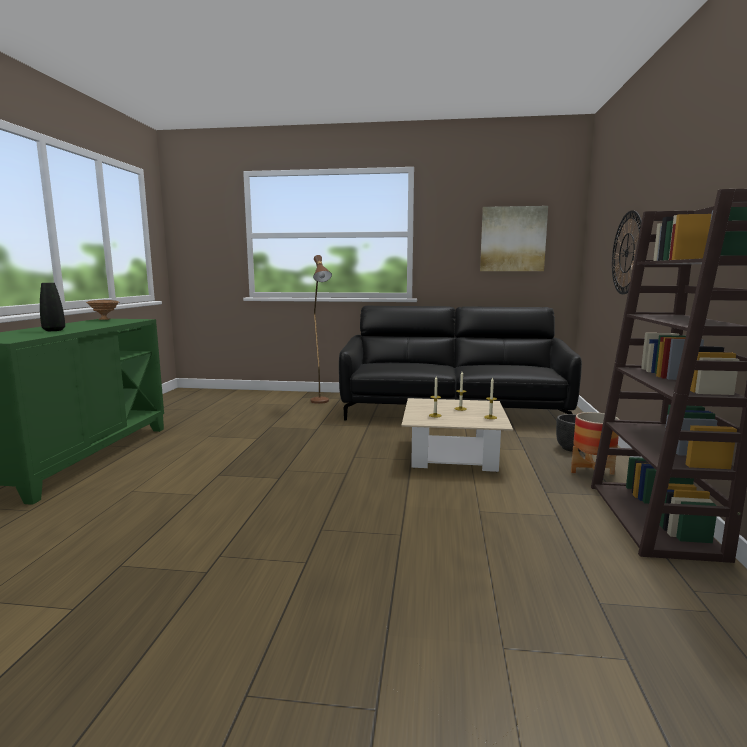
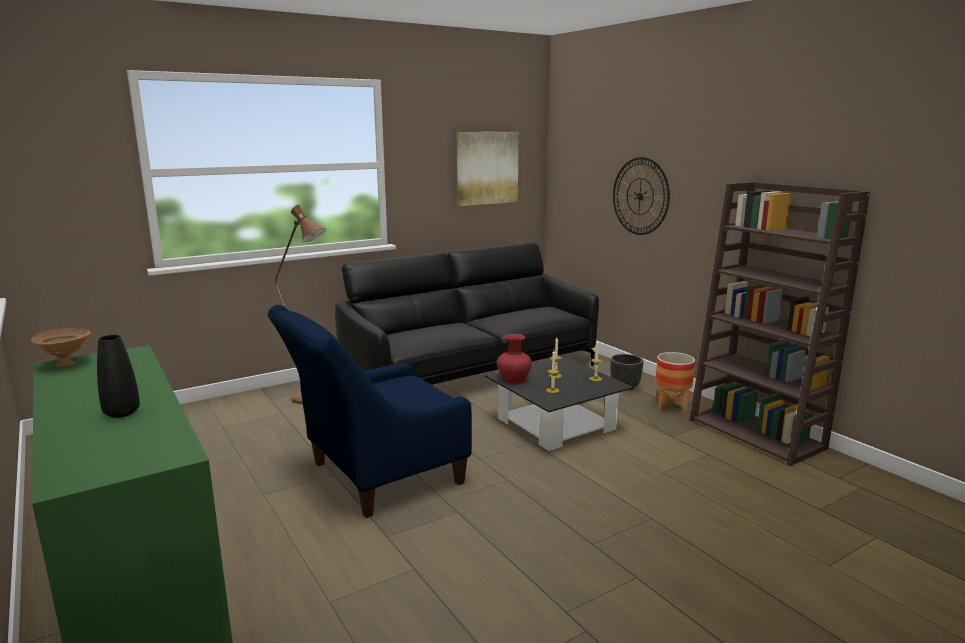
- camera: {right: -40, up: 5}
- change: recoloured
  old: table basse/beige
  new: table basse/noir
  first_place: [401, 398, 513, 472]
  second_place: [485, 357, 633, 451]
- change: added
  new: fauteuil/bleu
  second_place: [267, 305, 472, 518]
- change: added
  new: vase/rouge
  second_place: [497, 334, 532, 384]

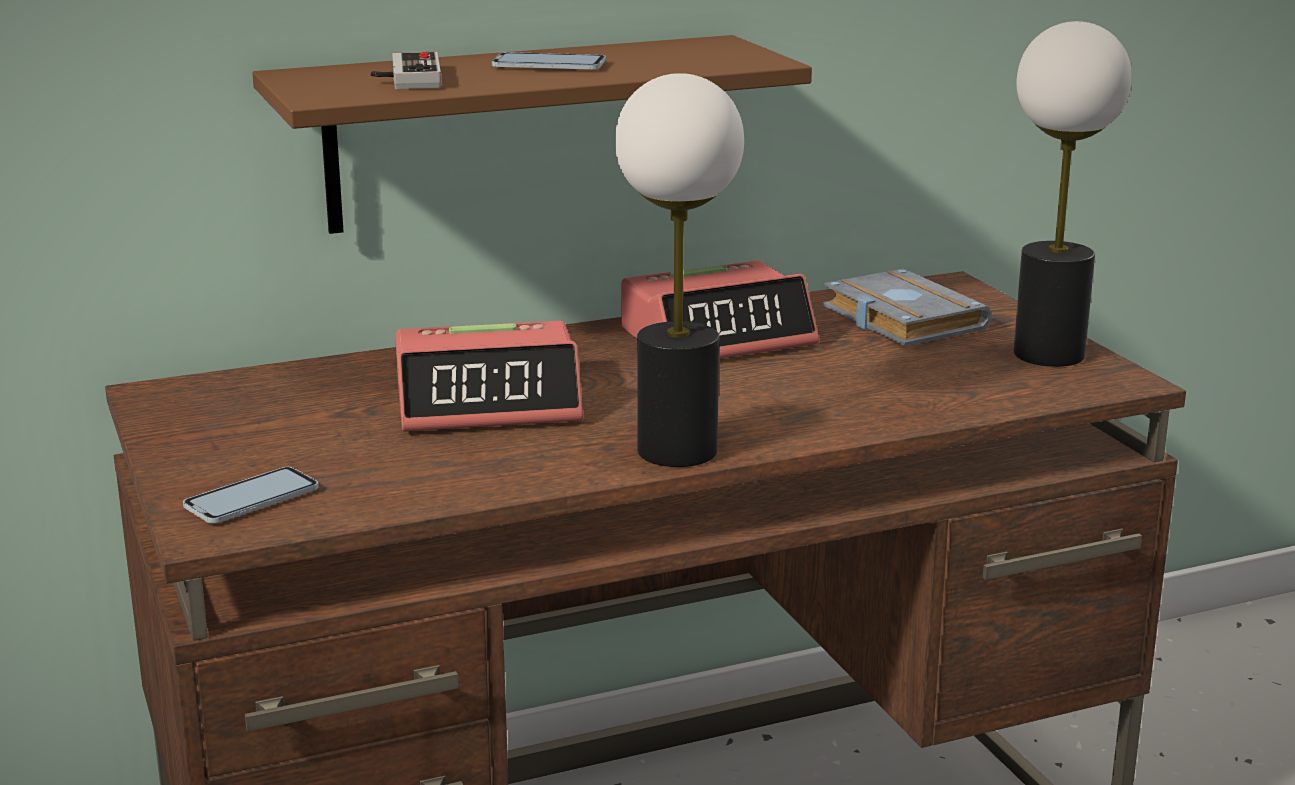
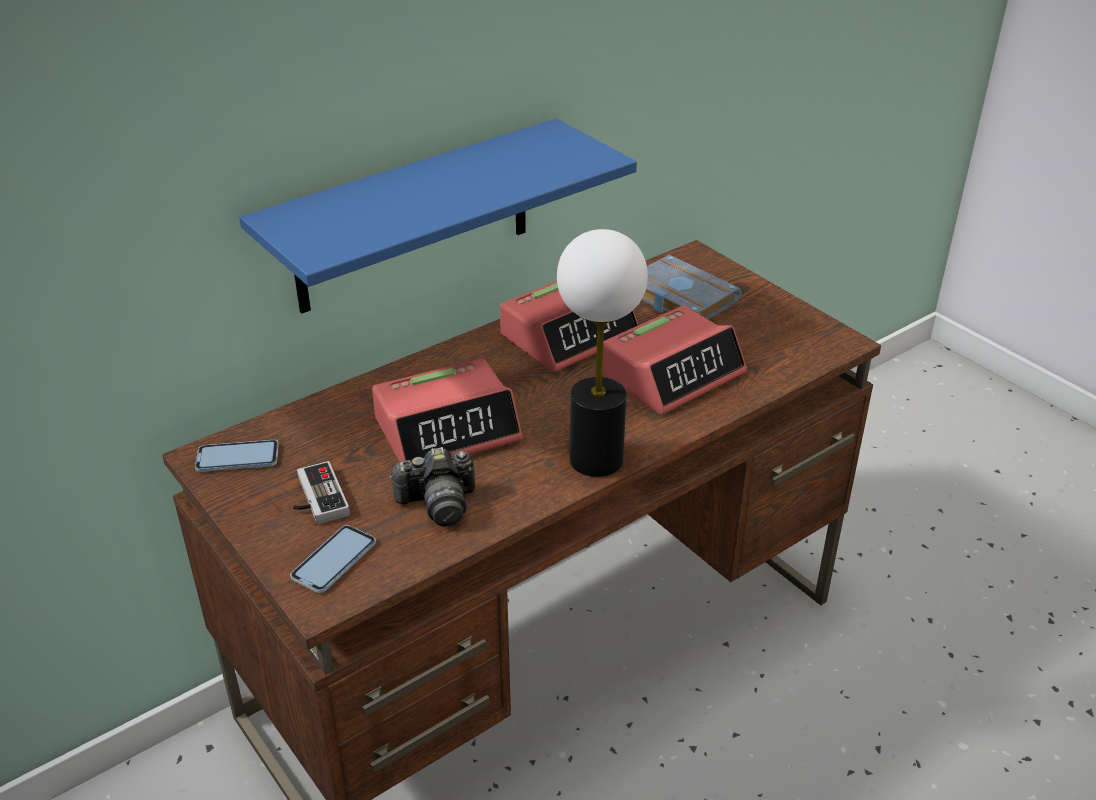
- camera: {right: -15, up: 15}
- change: recoloured
  old: étagère/marron
  new: étagère/bleu
  first_place: [252, 35, 812, 234]
  second_place: [239, 119, 637, 313]
- change: moved
  old: manette
  first_place: [371, 52, 441, 89]
  second_place: [293, 461, 350, 524]
- change: moved
  old: téléphone
  first_place: [492, 52, 606, 70]
  second_place: [195, 440, 279, 472]
- change: removed
  old: lampe de table
  first_place: [1013, 21, 1131, 367]
- change: added
  new: appareil photo
  second_place: [389, 447, 475, 527]
- change: added
  new: réveil
  second_place: [602, 305, 747, 415]

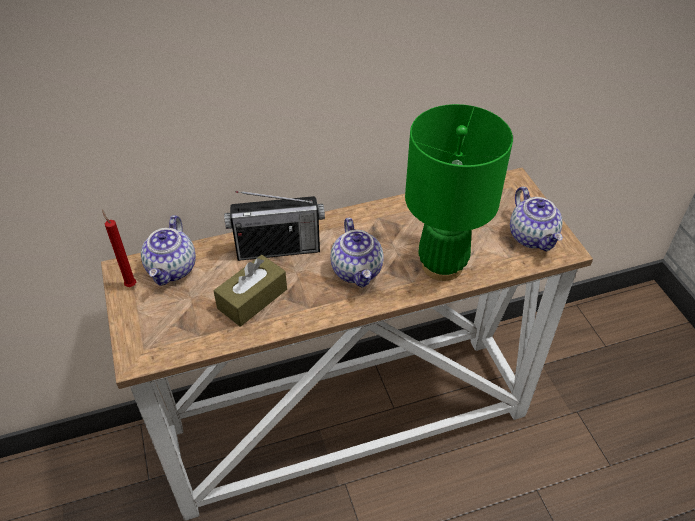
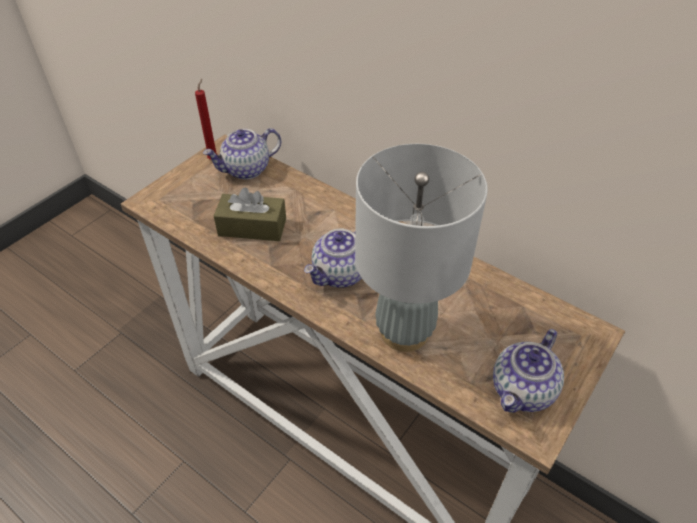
- camera: {right: 55, up: 0}
- change: removed
  old: radio
  first_place: [224, 191, 325, 261]
- change: recoloured
  old: lampe de table/vert
  new: lampe de table/gris
  first_place: [405, 104, 513, 281]
  second_place: [355, 144, 488, 352]

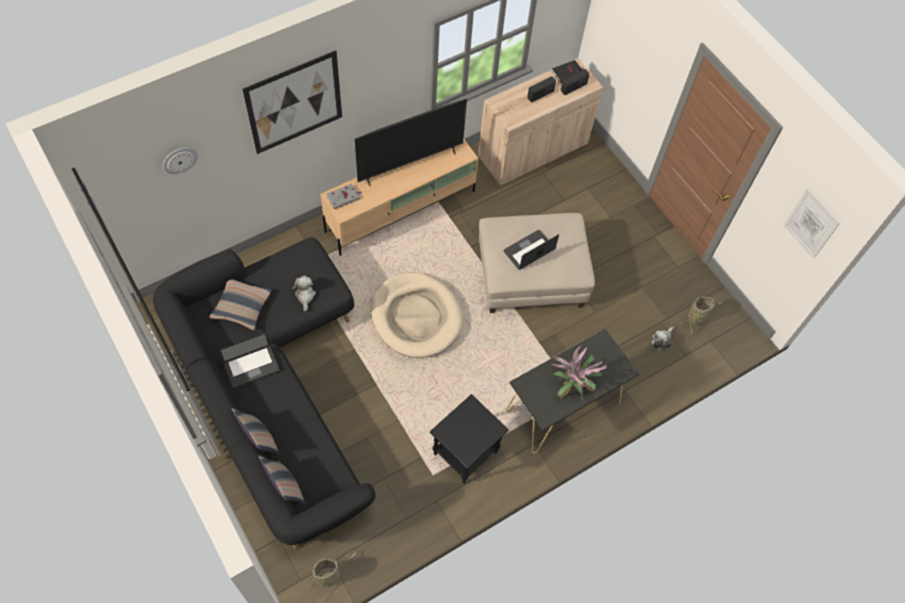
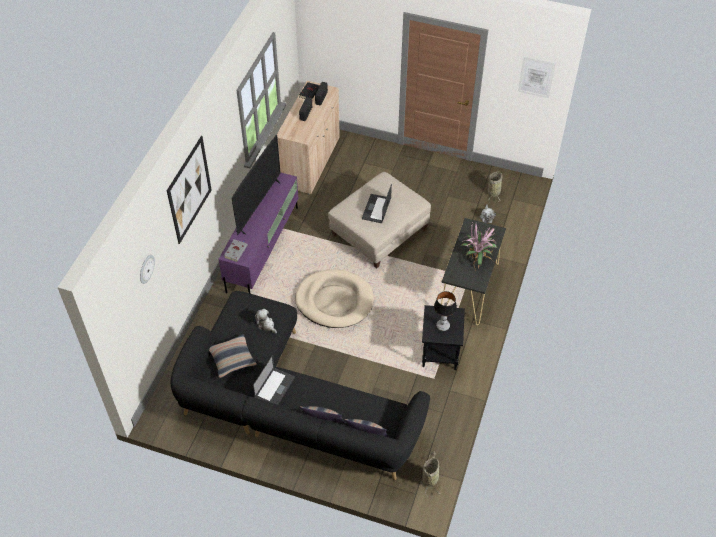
- camera: {right: -35, up: -10}
- change: recoloured
  old: meuble télé/beige
  new: meuble télé/violet
  first_place: [320, 139, 479, 256]
  second_place: [218, 173, 298, 293]
- change: added
  new: lampe de table
  second_place: [434, 291, 457, 331]

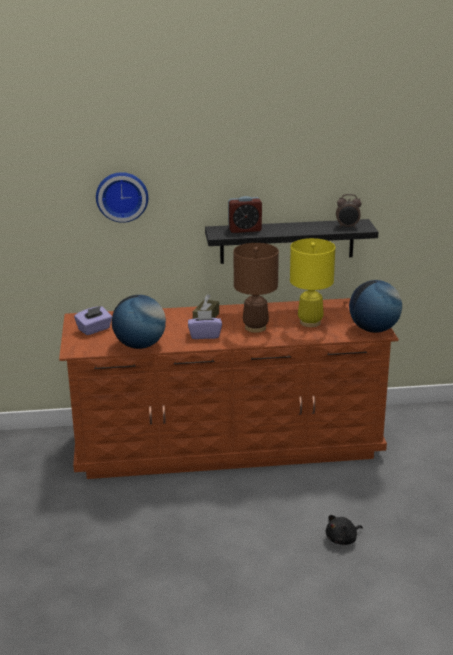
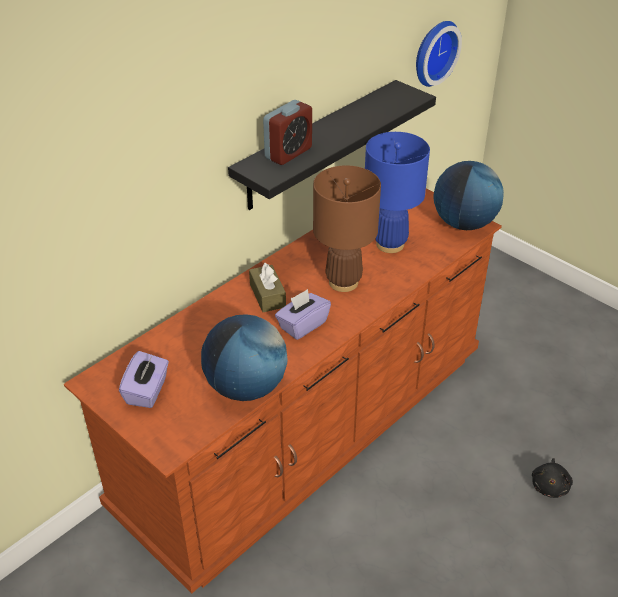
- camera: {right: -40, up: 15}
- change: moved
  old: horloge murale
  first_place: [96, 172, 148, 223]
  second_place: [416, 21, 462, 87]
- change: recoloured
  old: lampe de table/jaune
  new: lampe de table/bleu
  first_place: [290, 238, 335, 327]
  second_place: [365, 132, 430, 253]
- change: removed
  old: réveil
  first_place: [336, 194, 362, 228]

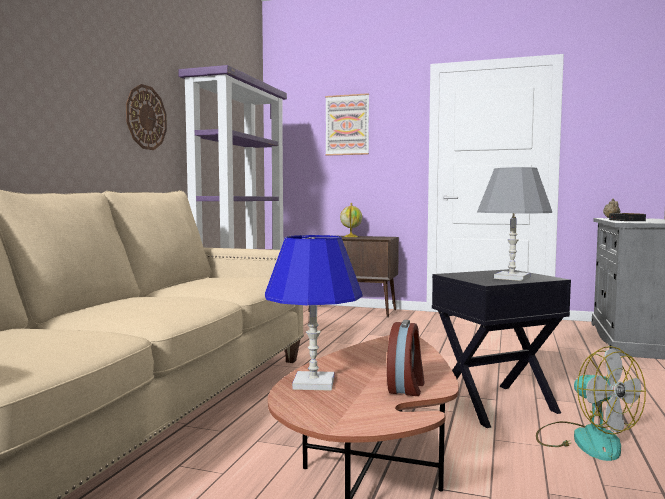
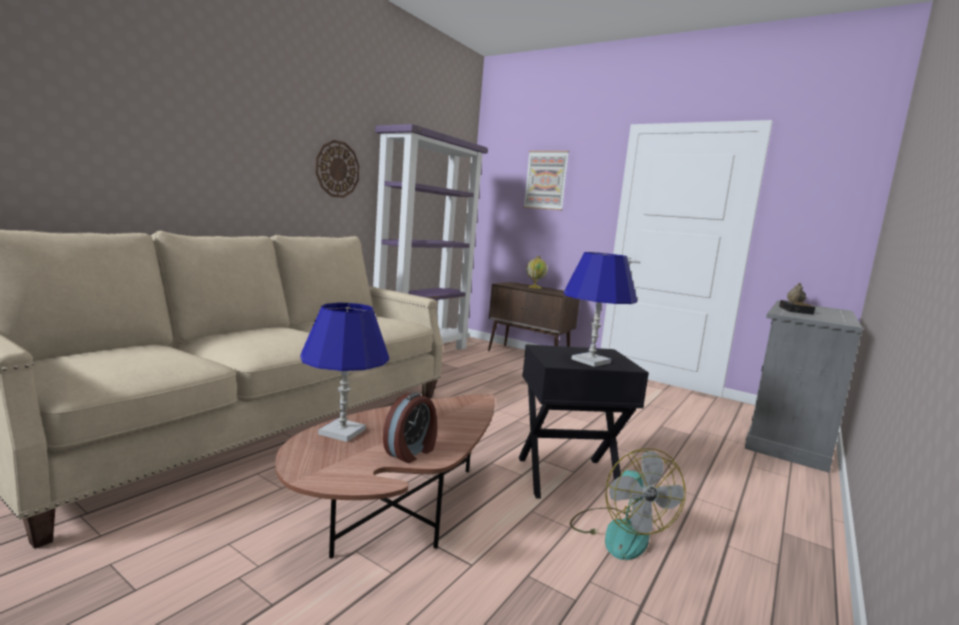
- camera: {right: 15, up: 5}
- change: recoloured
  old: lampe de table/gris
  new: lampe de table/bleu
  first_place: [477, 167, 552, 281]
  second_place: [564, 252, 637, 367]

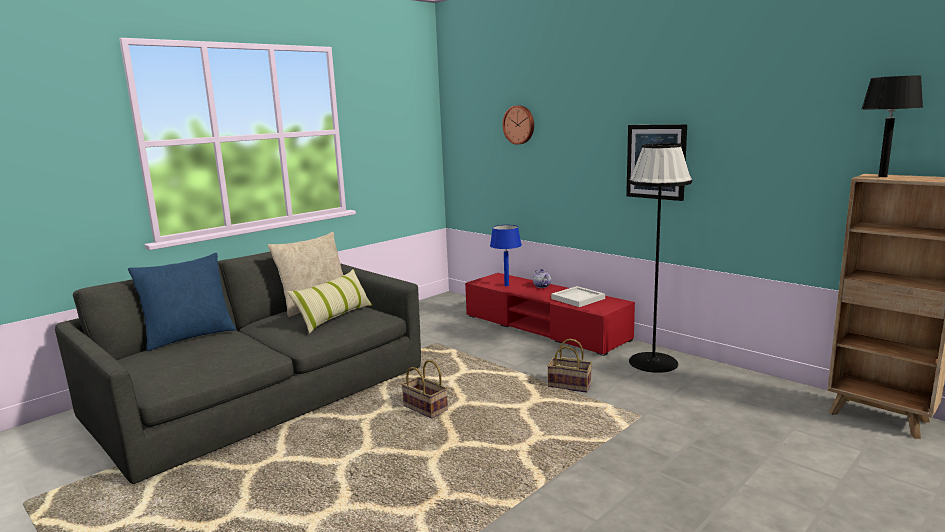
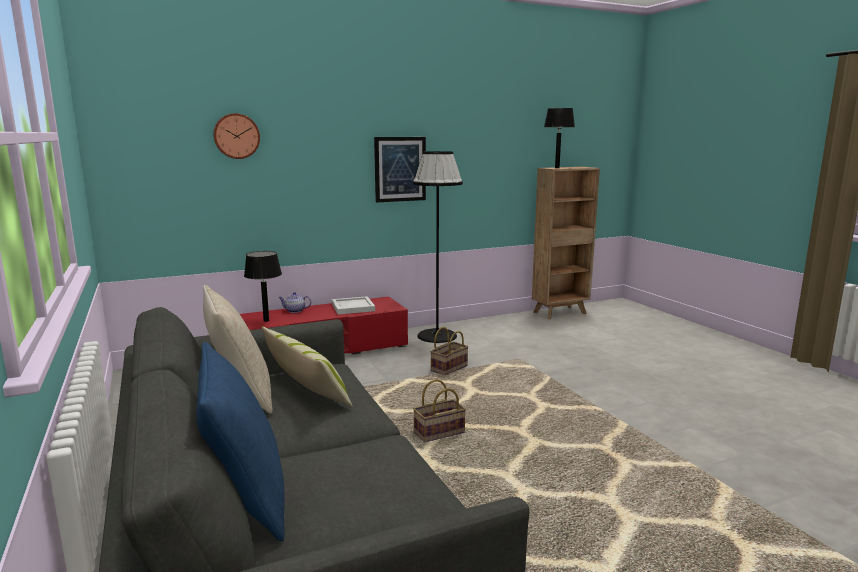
- camera: {right: -70, up: 0}
- change: recoloured
  old: lampe de table/bleu
  new: lampe de table/noir
  first_place: [490, 225, 522, 286]
  second_place: [244, 251, 282, 322]

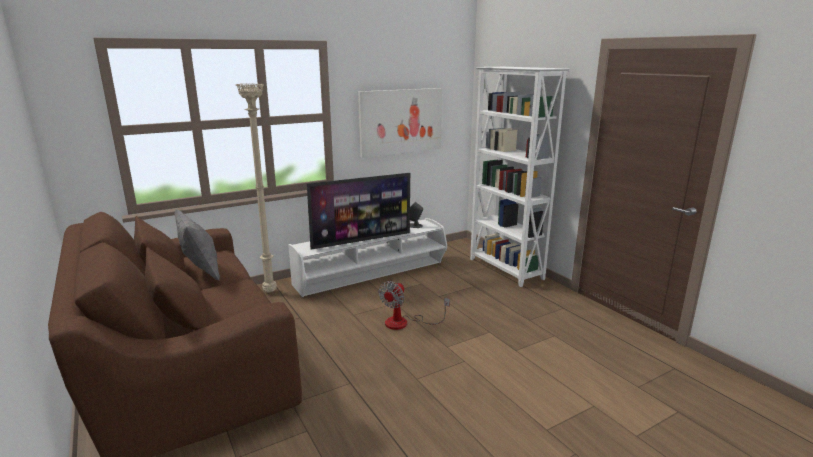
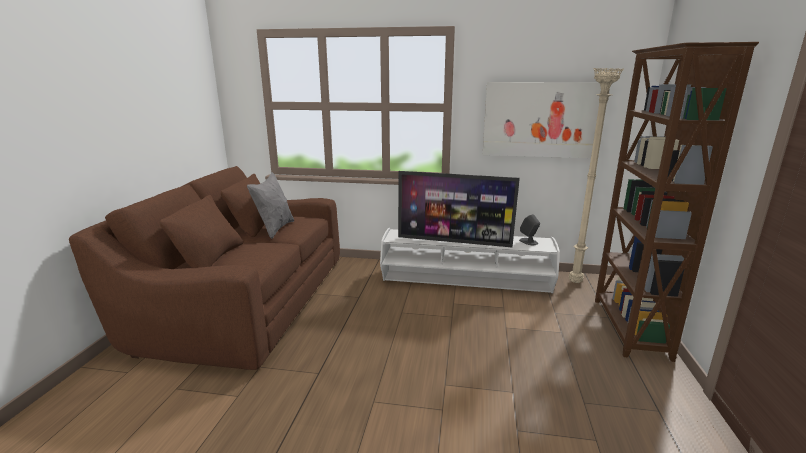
- camera: {right: 40, up: 0}
- change: moved
  old: lampadaire/beige
  first_place: [236, 83, 277, 292]
  second_place: [569, 68, 624, 283]
- change: removed
  old: ventilateur
  first_place: [379, 281, 450, 330]
- change: recoloured
  old: bibliothèque/blanc
  new: bibliothèque/marron
  first_place: [470, 67, 569, 287]
  second_place: [595, 42, 759, 362]

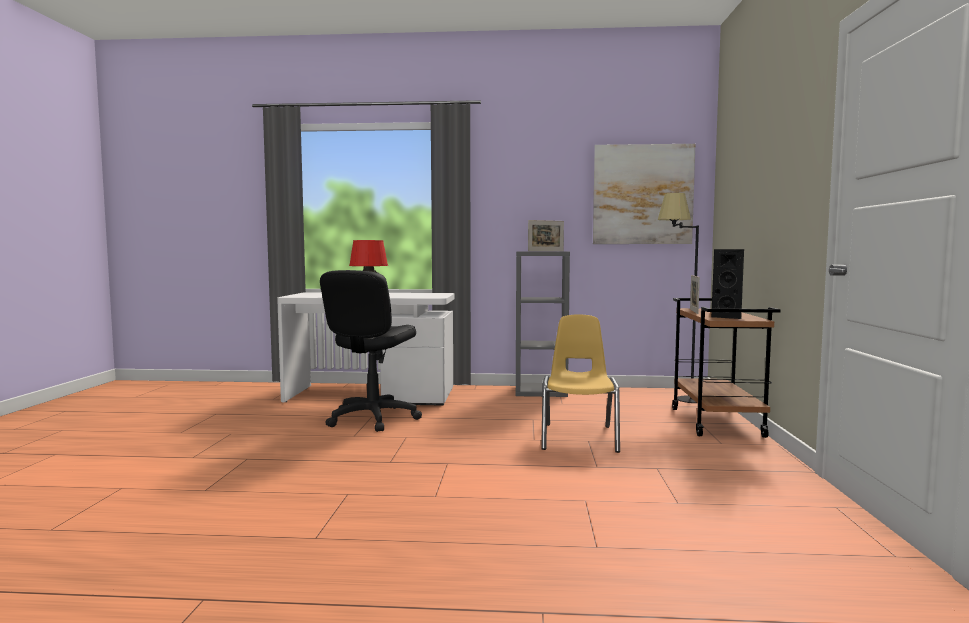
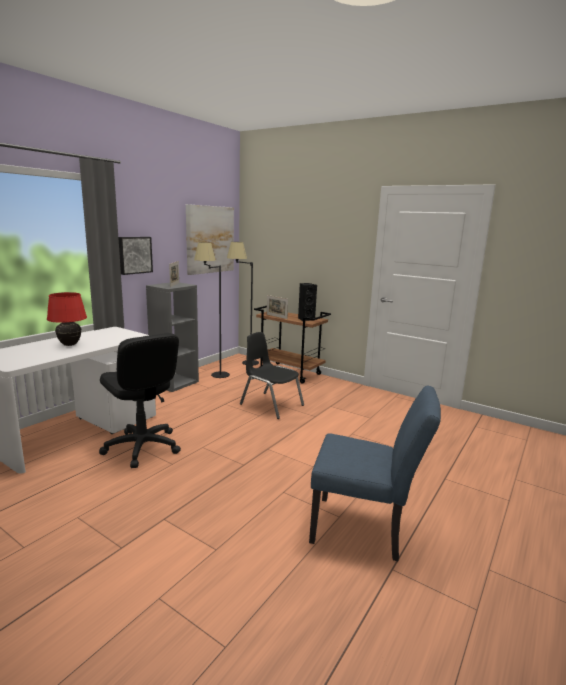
- camera: {right: -60, up: 10}
- change: recoloured
  old: chaise/jaune
  new: chaise/noir
  first_place: [541, 315, 620, 453]
  second_place: [240, 332, 304, 419]
- change: added
  new: tableau
  second_place: [118, 237, 153, 275]
- change: added
  new: lampadaire/noir
  second_place: [194, 242, 230, 378]
- change: added
  new: chaise/bleu
  second_place: [309, 386, 441, 561]

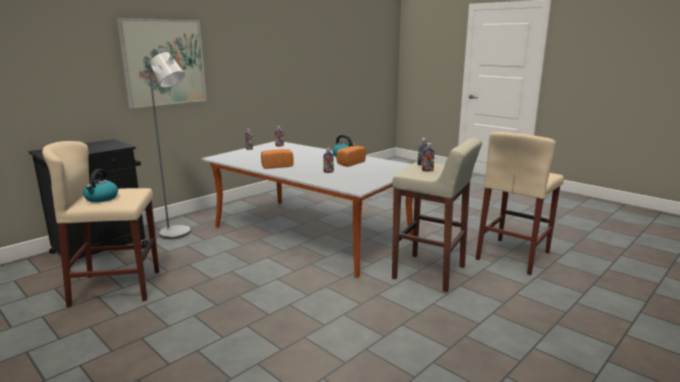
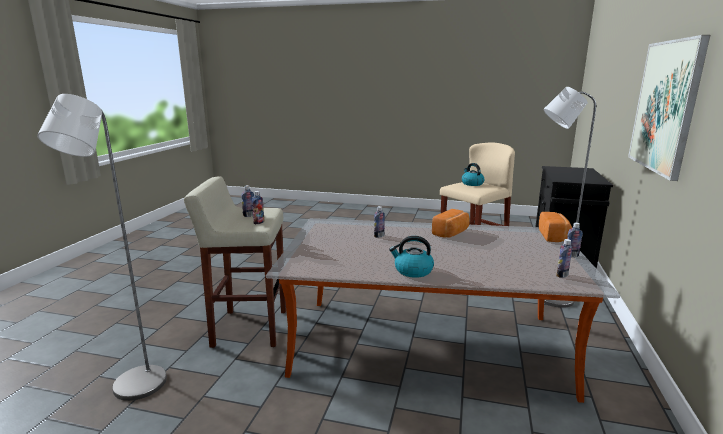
- camera: {right: 150, up: 0}
- change: moved
  old: pain
  first_place: [336, 146, 366, 166]
  second_place: [539, 212, 572, 242]
- change: replaced
  old: tabouret/beige
  new: lampadaire/gris
  first_place: [476, 132, 564, 275]
  second_place: [37, 94, 167, 401]

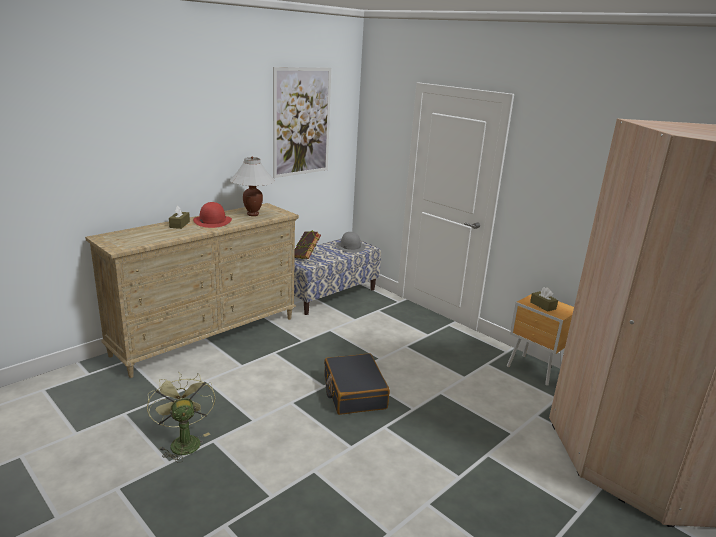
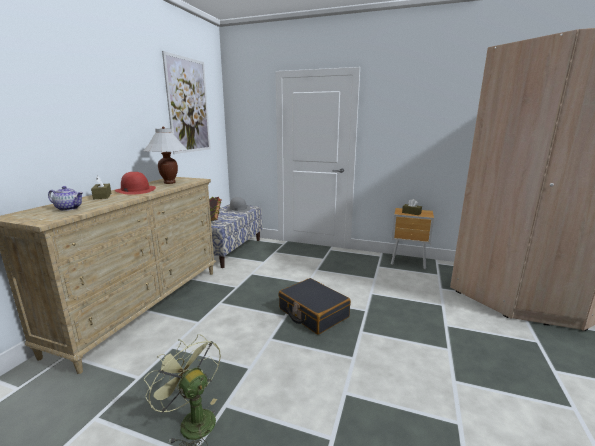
- camera: {right: -25, up: -5}
- change: added
  new: théière
  second_place: [48, 186, 83, 211]

